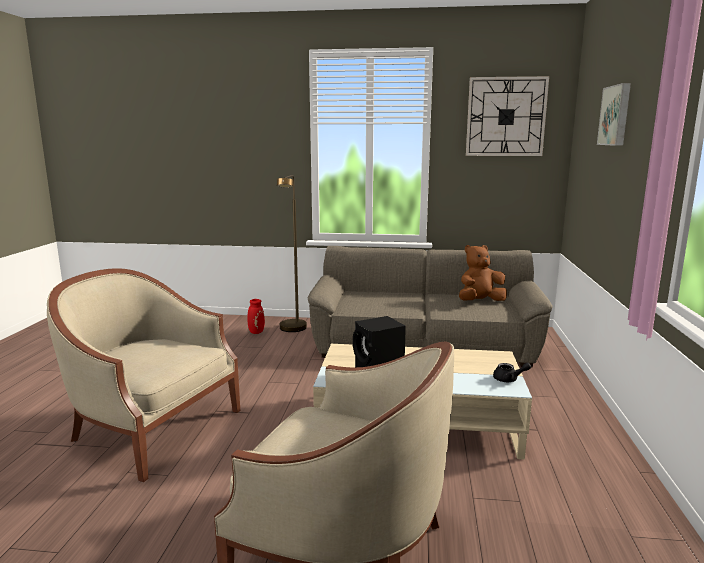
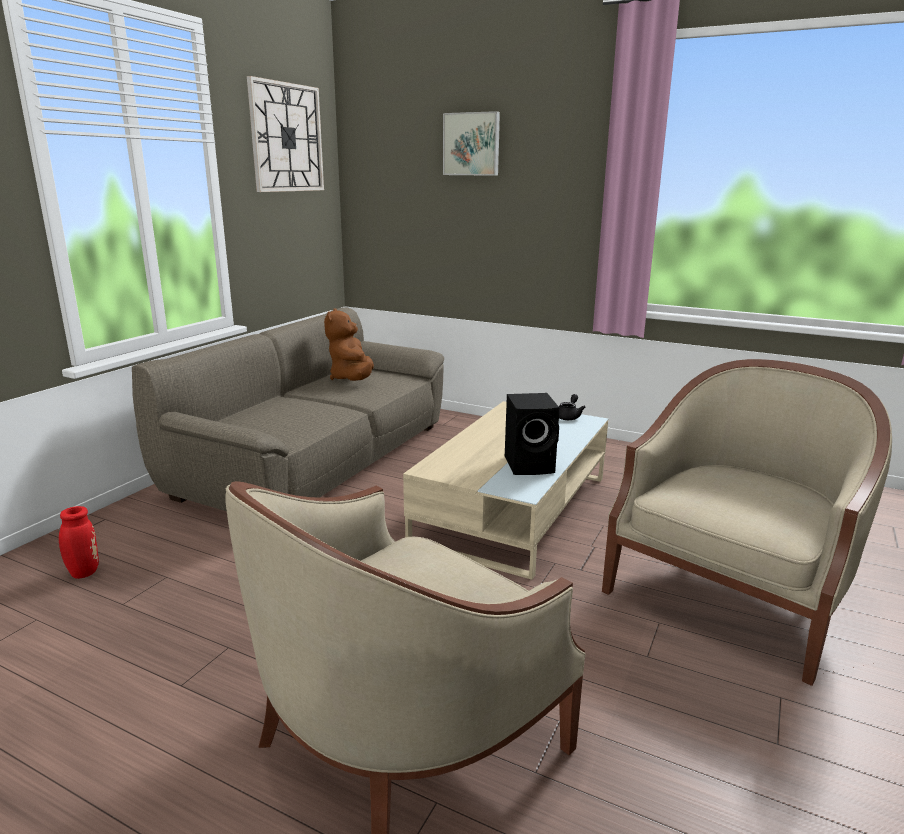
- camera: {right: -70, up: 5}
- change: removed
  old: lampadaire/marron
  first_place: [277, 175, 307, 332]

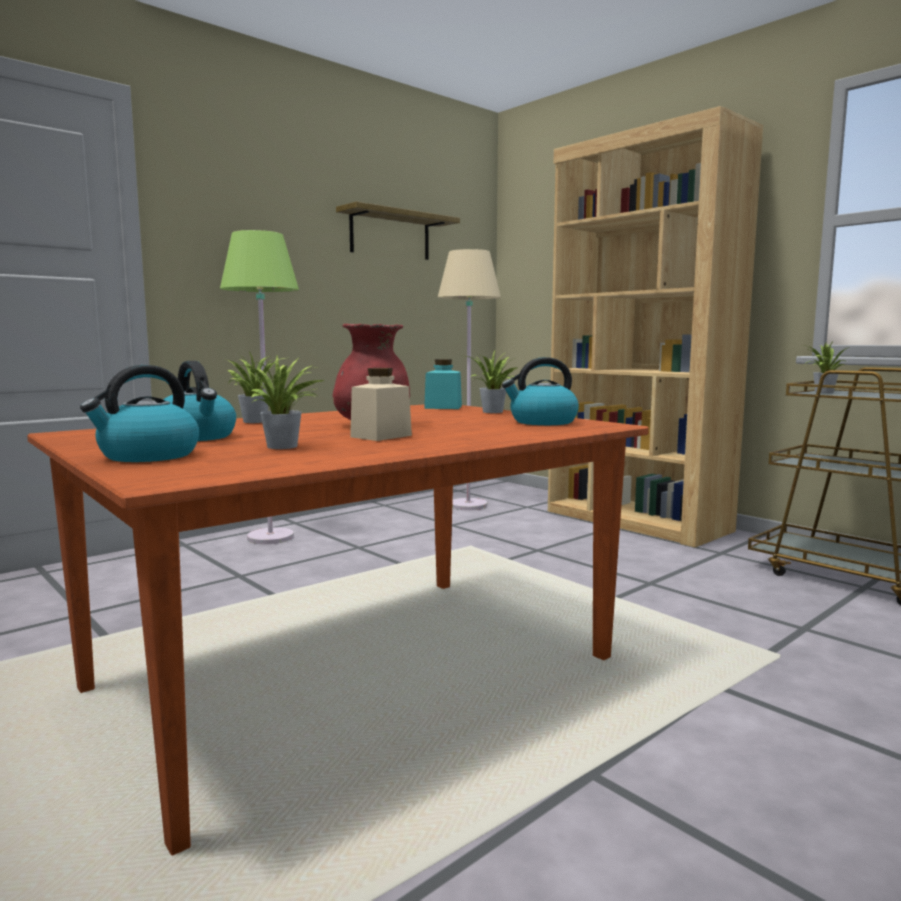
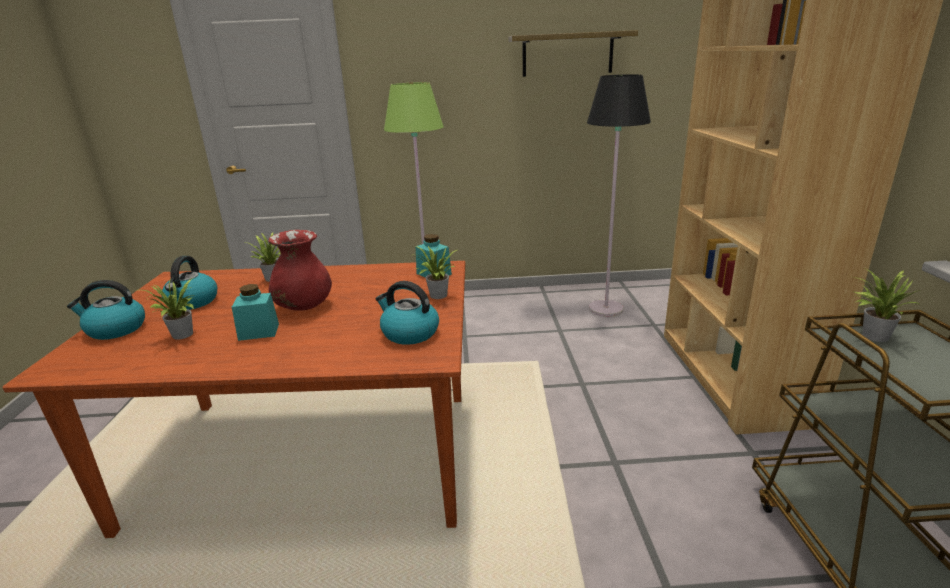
- camera: {right: 40, up: 15}
- change: recoloured
  old: bocal/beige
  new: bocal/turquoise
  first_place: [350, 368, 412, 441]
  second_place: [232, 284, 279, 341]
- change: recoloured
  old: lampadaire/beige
  new: lampadaire/noir
  first_place: [438, 249, 501, 510]
  second_place: [587, 74, 651, 317]

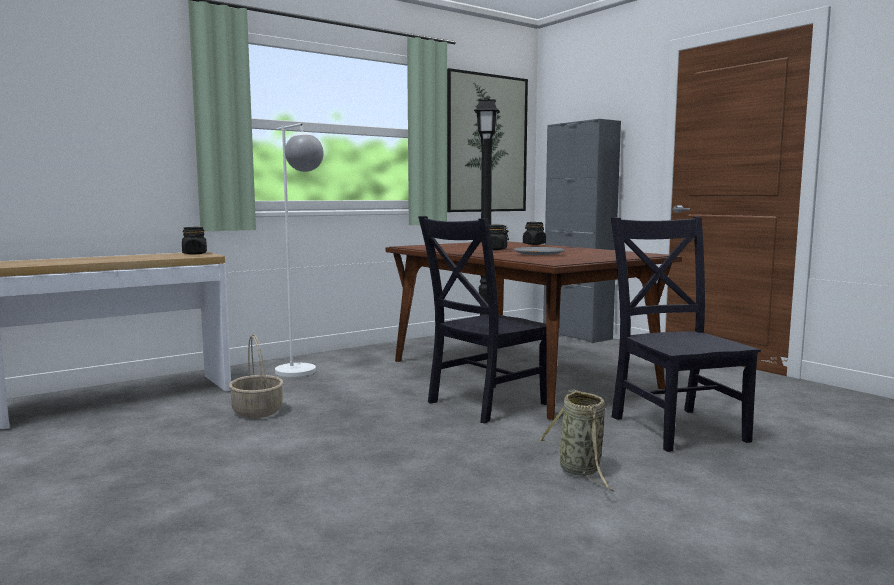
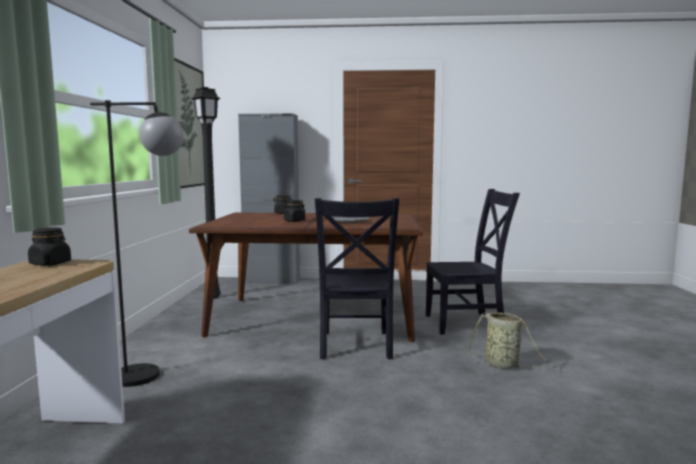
- camera: {right: -50, up: 0}
- change: removed
  old: panier
  first_place: [229, 334, 284, 418]
- change: recoloured
  old: lampadaire/blanc
  new: lampadaire/noir
  first_place: [275, 123, 324, 377]
  second_place: [90, 100, 184, 387]
- change: turned
  old: chaise/noir
  first_place: [611, 217, 761, 452]
  second_place: [426, 189, 520, 335]
  degrees: 150

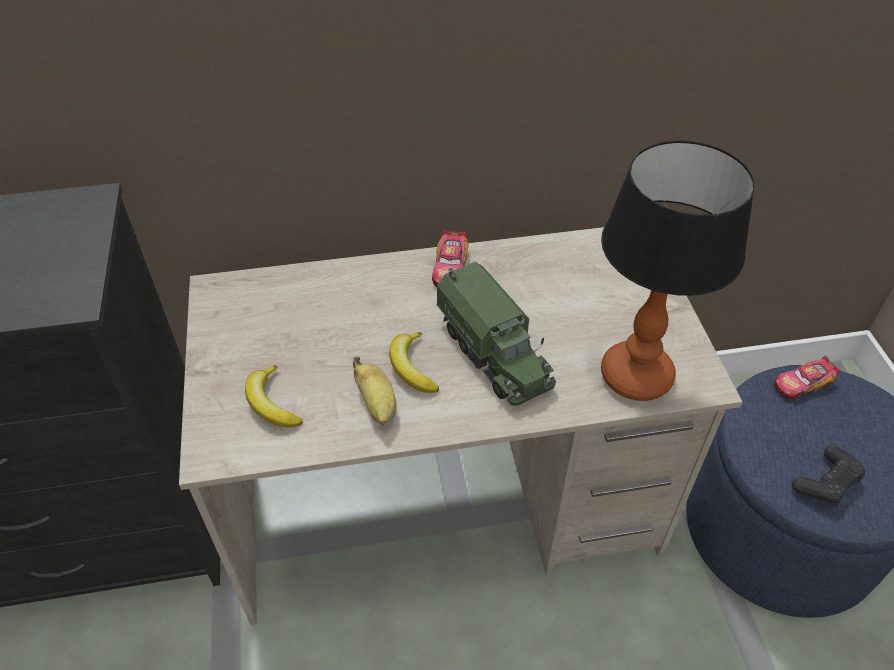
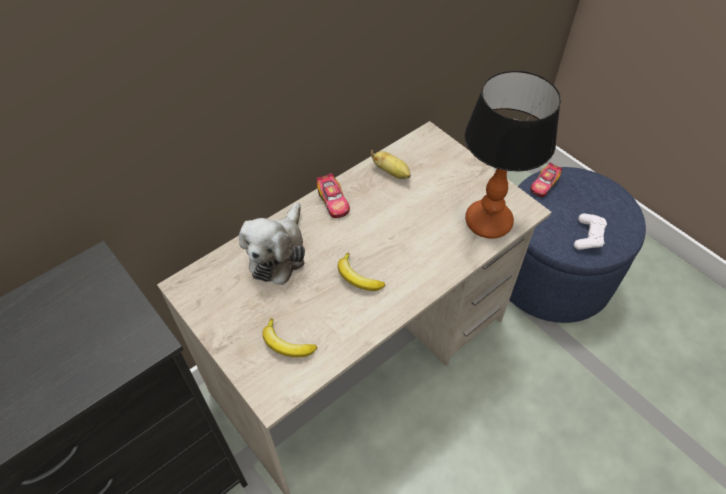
- camera: {right: -30, up: 5}
- change: moved
  old: banane
  first_place: [353, 357, 397, 426]
  second_place: [370, 150, 411, 179]
- change: removed
  old: camion jouet
  first_place: [436, 261, 556, 406]
- change: recoloured
  old: manette/noir
  new: manette/blanc
  first_place: [792, 445, 865, 506]
  second_place: [574, 213, 607, 250]
- change: added
  new: peluche
  second_place: [239, 203, 305, 285]

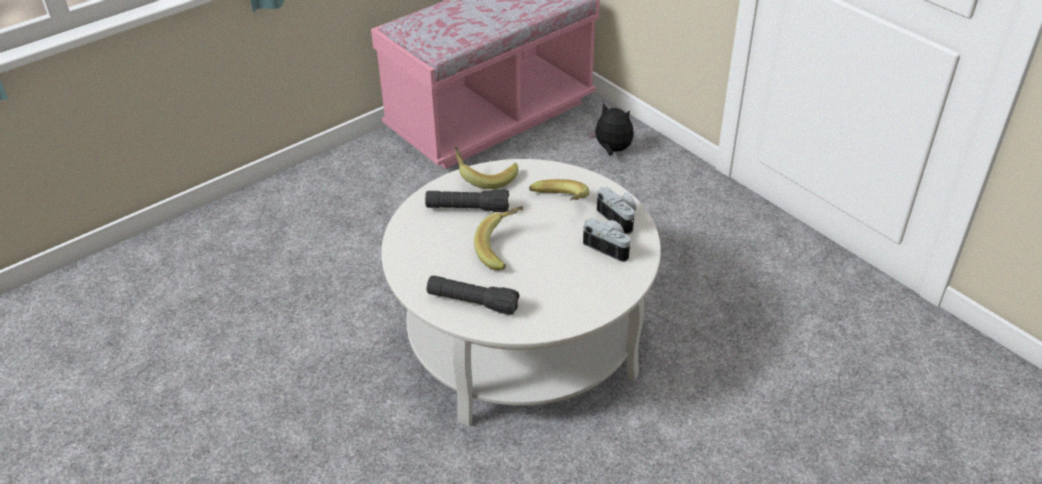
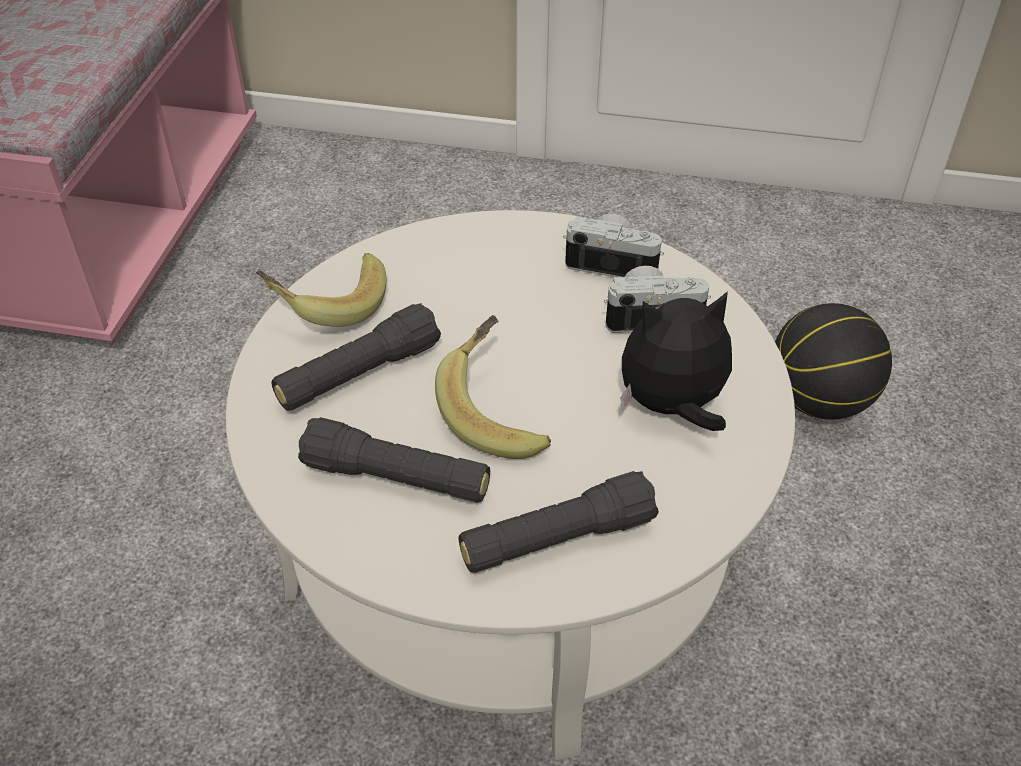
- camera: {right: -40, up: 5}
- change: removed
  old: banane
  first_place: [529, 179, 589, 200]
- change: moved
  old: peluche
  first_place: [588, 103, 634, 156]
  second_place: [621, 291, 732, 431]
- change: added
  new: lampe de poche/noir
  second_place: [298, 417, 490, 503]
- change: added
  new: ballon de basket
  second_place: [775, 303, 892, 420]

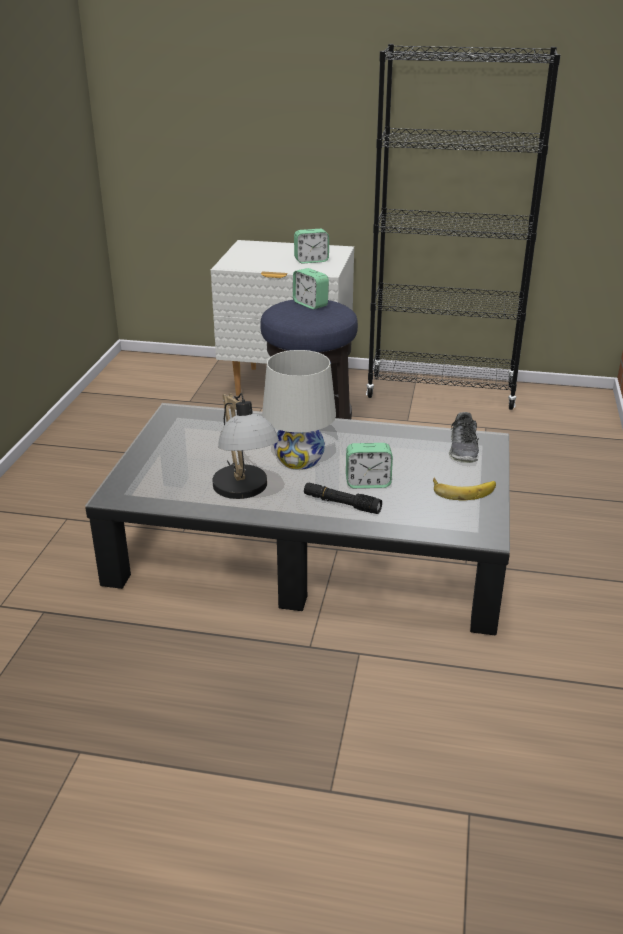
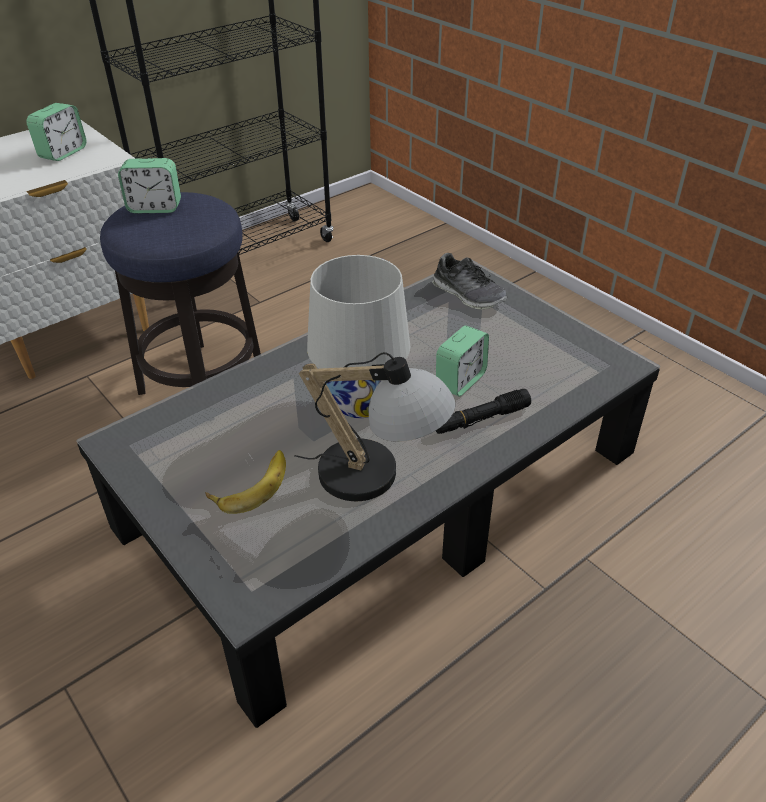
- camera: {right: -50, up: 10}
- change: moved
  old: banane
  first_place: [433, 477, 496, 501]
  second_place: [205, 450, 286, 514]

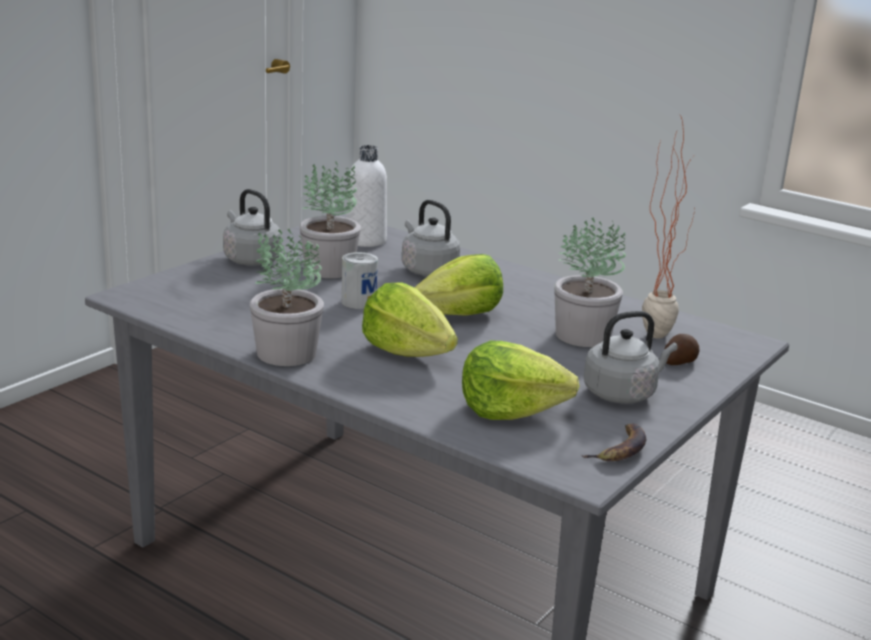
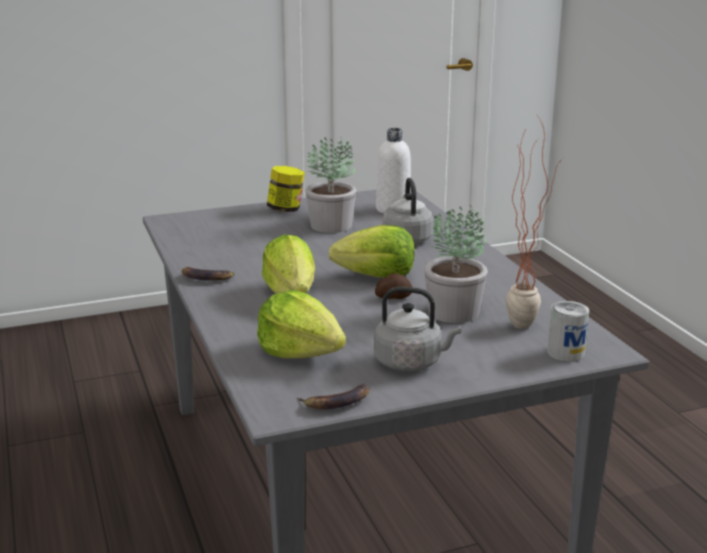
- camera: {right: 35, up: 0}
- change: replaced
  old: bouilloire/gris
  new: bocal
  first_place: [223, 189, 282, 265]
  second_place: [267, 166, 305, 212]
- change: replaced
  old: plante en pot
  new: banane
  first_place: [250, 229, 324, 366]
  second_place: [182, 267, 234, 280]
- change: moved
  old: boîte métallique
  first_place: [341, 252, 378, 309]
  second_place: [547, 301, 589, 362]
- change: moved
  old: pomme de terre
  first_place: [664, 334, 700, 365]
  second_place: [375, 273, 412, 299]

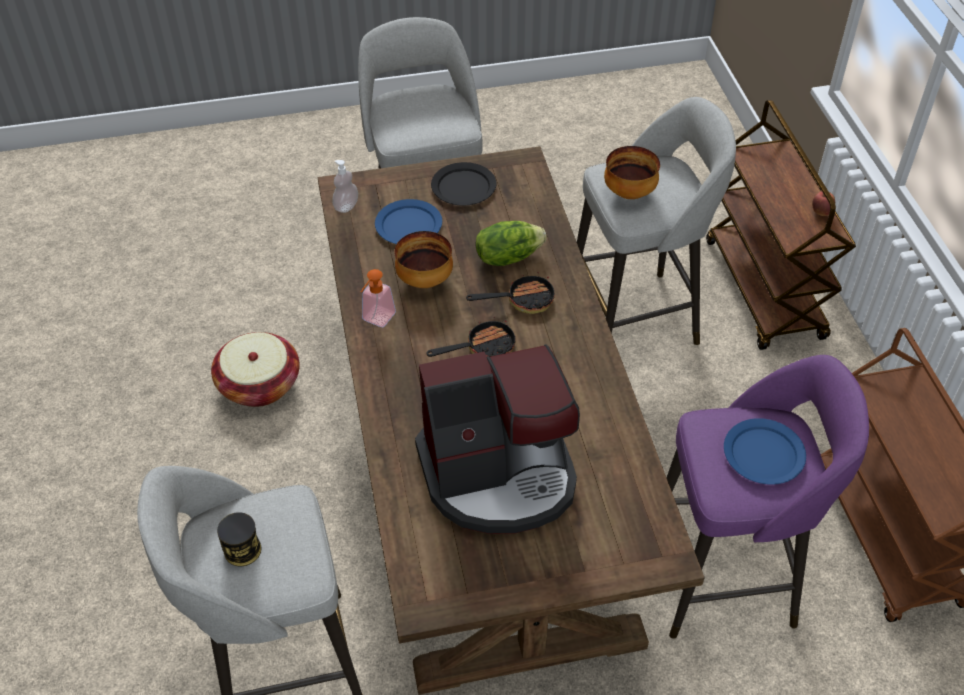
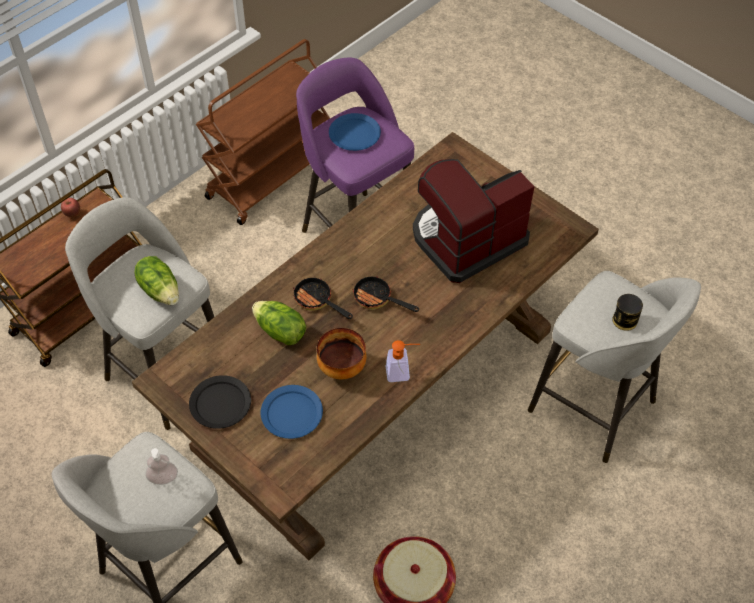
- camera: {right: -125, up: 5}
- change: moved
  old: distributeur de savon
  first_place: [332, 160, 358, 213]
  second_place: [145, 448, 178, 485]
- change: turned
  old: machine à café
  first_place: [415, 345, 580, 534]
  second_place: [413, 159, 535, 283]
  degrees: -75
- change: replaced
  old: bol
  new: laitue
  first_place: [604, 146, 660, 199]
  second_place: [134, 256, 179, 305]

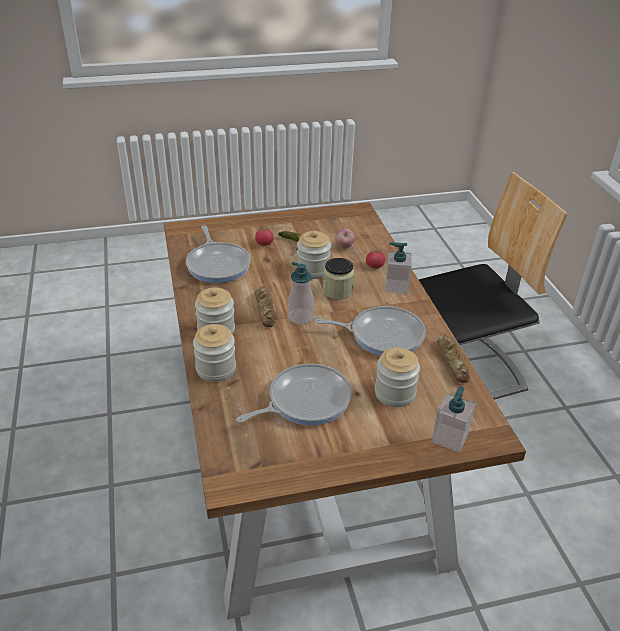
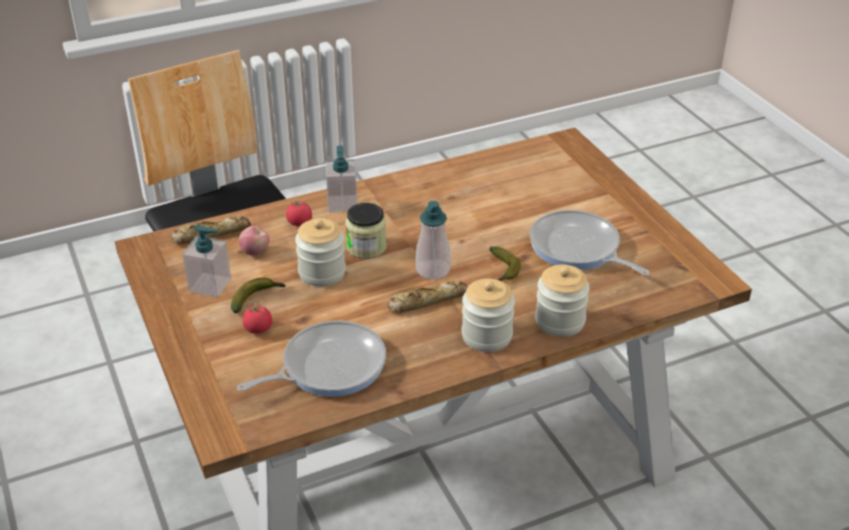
- camera: {right: -100, up: 0}
- change: removed
  old: poêle
  first_place: [315, 306, 426, 356]
- change: removed
  old: bocal
  first_place: [375, 347, 420, 407]
- change: moved
  old: distributeur de savon
  first_place: [432, 386, 476, 452]
  second_place: [182, 225, 231, 297]
- change: moved
  old: pain
  first_place: [437, 334, 470, 383]
  second_place: [170, 216, 251, 244]
- change: added
  new: banane
  second_place: [490, 246, 521, 281]

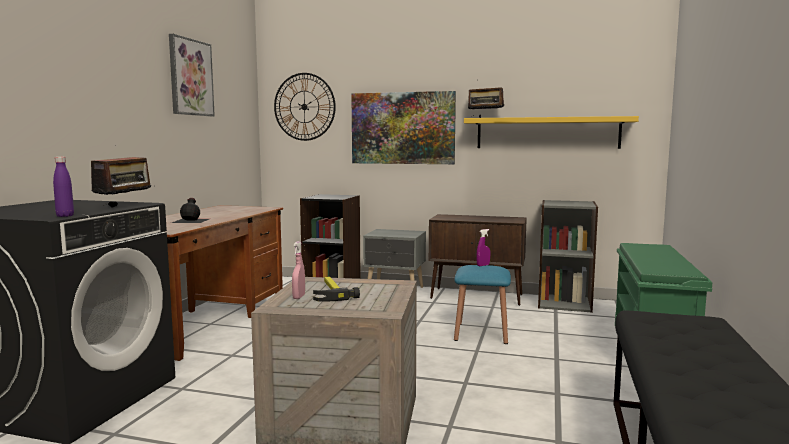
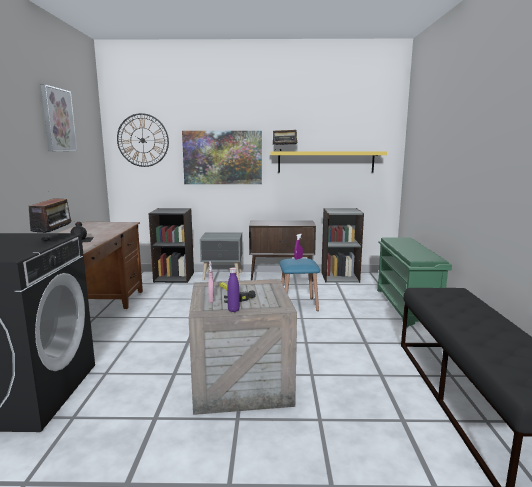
- camera: {right: -15, up: 5}
- change: moved
  old: bouteille/violet
  first_place: [53, 157, 74, 217]
  second_place: [227, 268, 240, 312]

